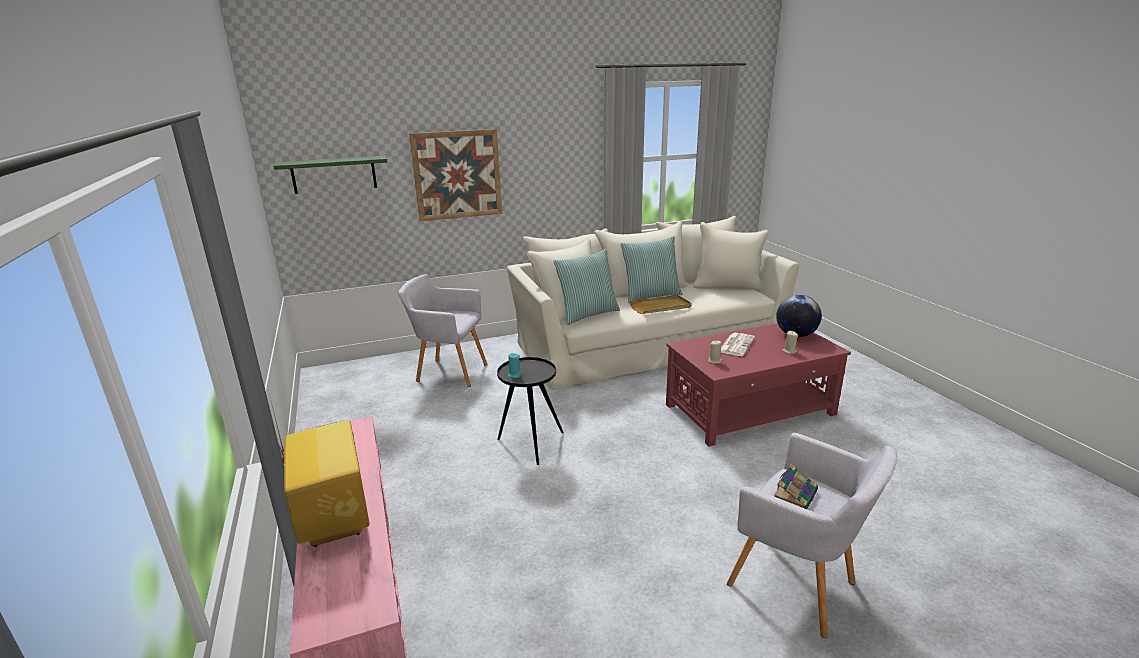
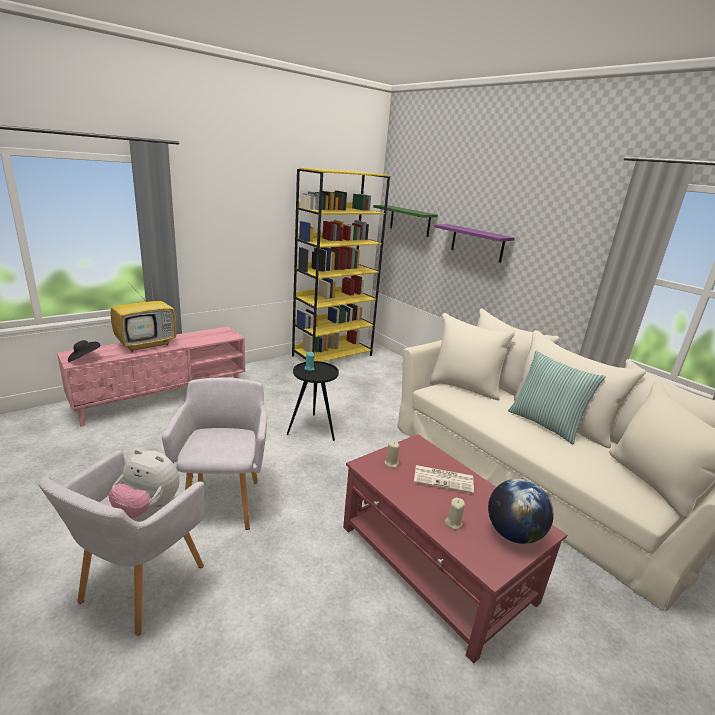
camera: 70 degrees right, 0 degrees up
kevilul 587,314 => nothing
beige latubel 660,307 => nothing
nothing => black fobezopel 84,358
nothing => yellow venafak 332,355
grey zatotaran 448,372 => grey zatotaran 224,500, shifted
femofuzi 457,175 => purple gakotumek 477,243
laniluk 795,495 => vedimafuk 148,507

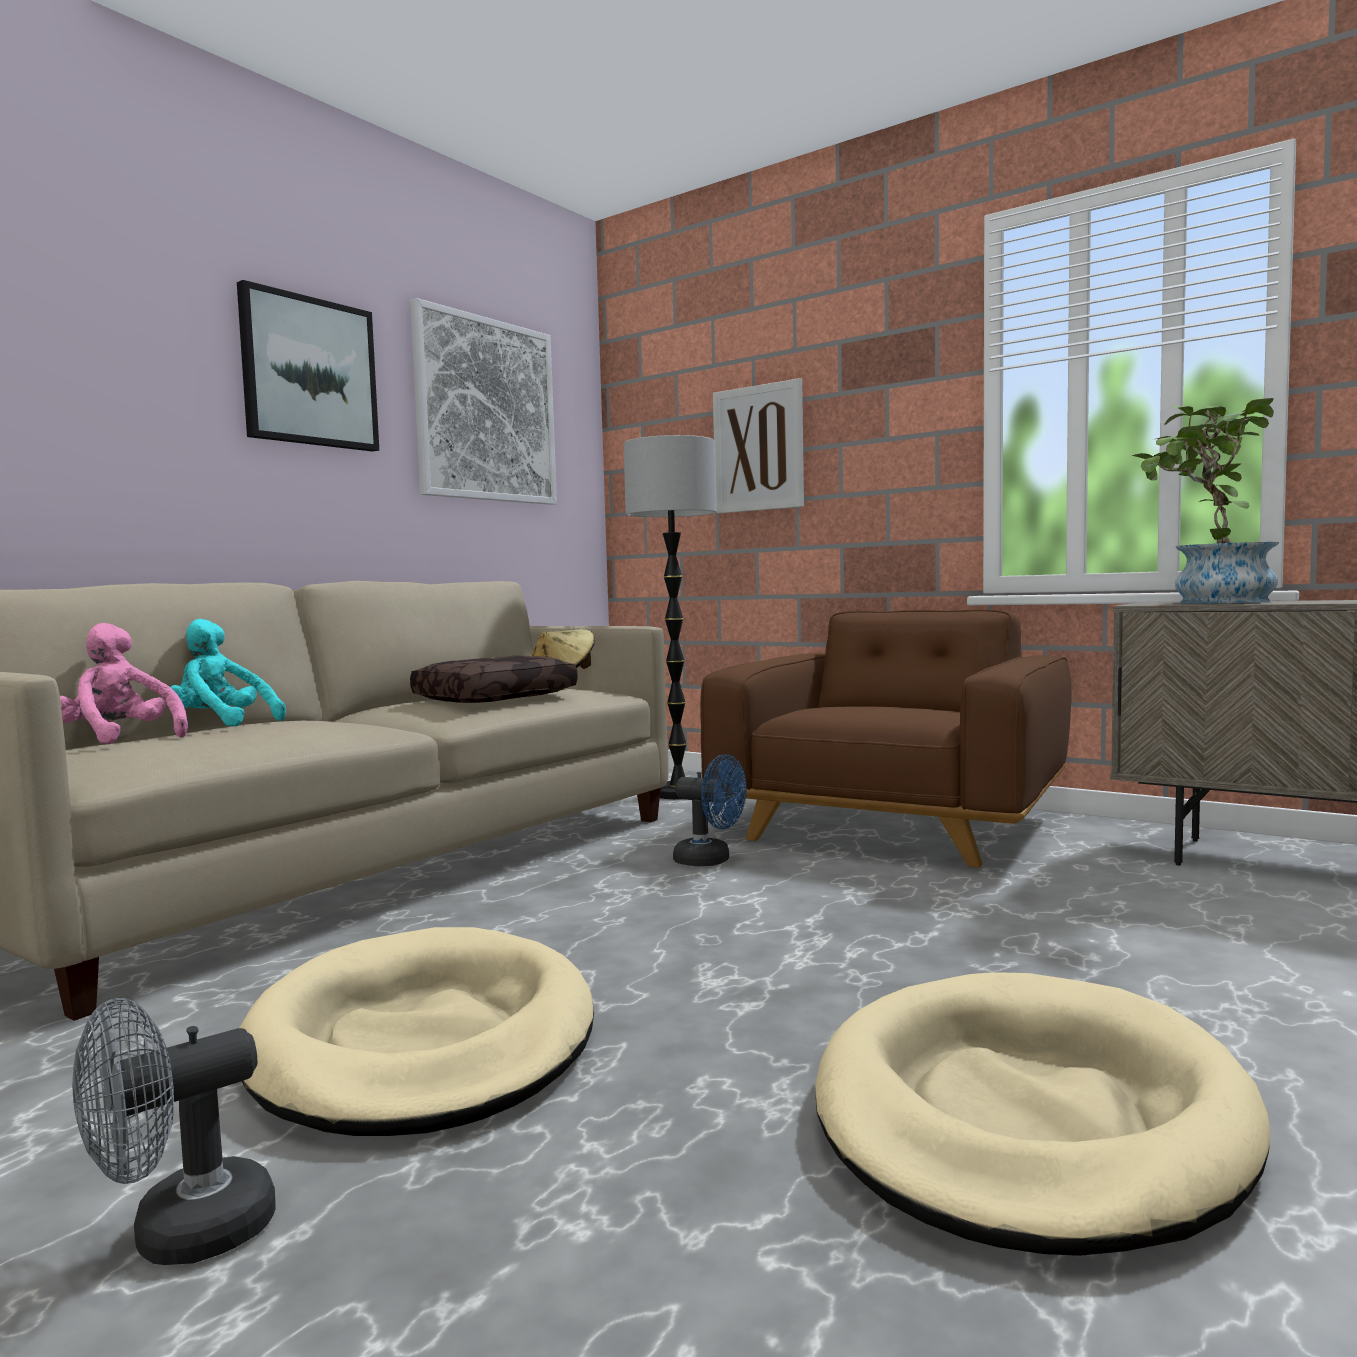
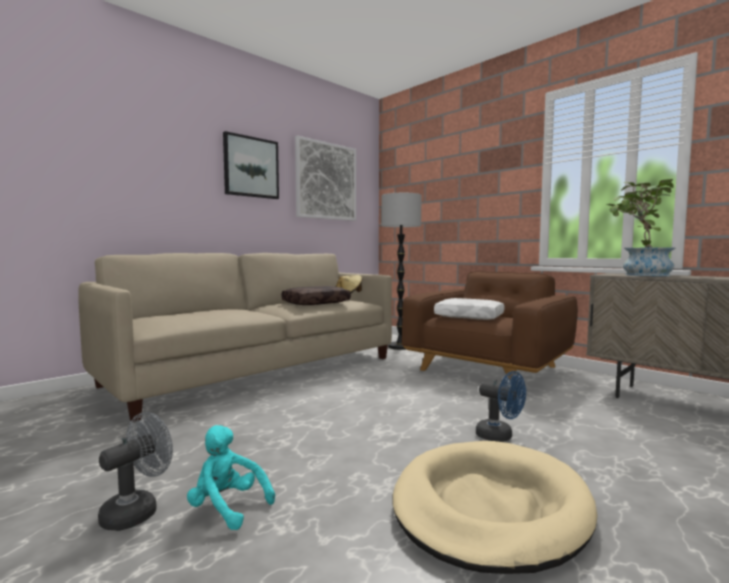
camera: 10 degrees right, 0 degrees up
pink vedimafuk 120,739 => nothing
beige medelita 422,1041 => nothing
femofuzi 758,448 => nothing
nothing => white kevilul 470,317
turquoise vedimafuk 221,724 => turquoise vedimafuk 227,507, shifted
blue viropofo 710,861 => blue viropofo 500,436, shifted
grey viropofo 181,1235 => grey viropofo 137,510, 150 degrees clockwise

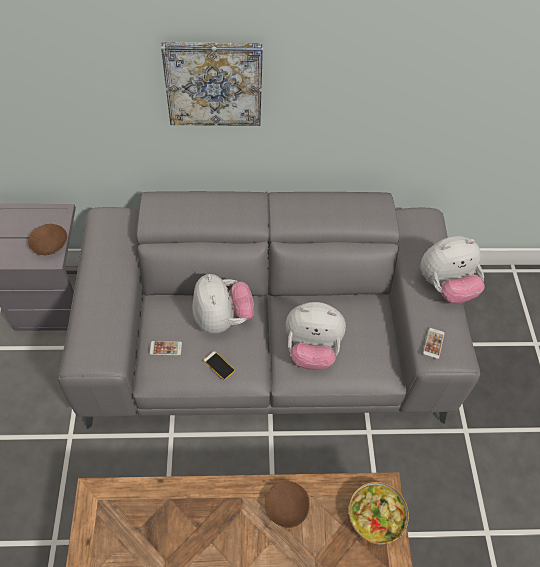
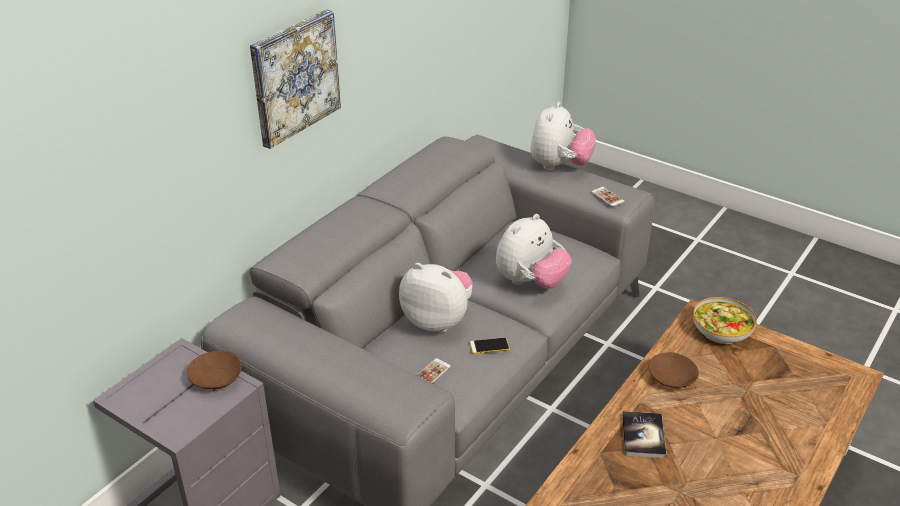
camera: 50 degrees left, 20 degrees down
nothing => laniluk 643,435

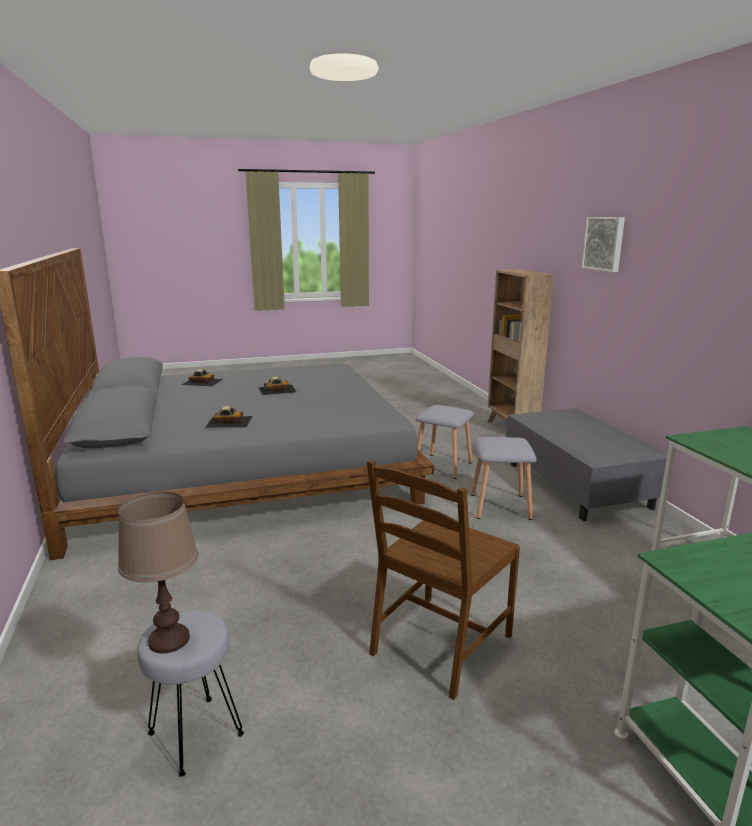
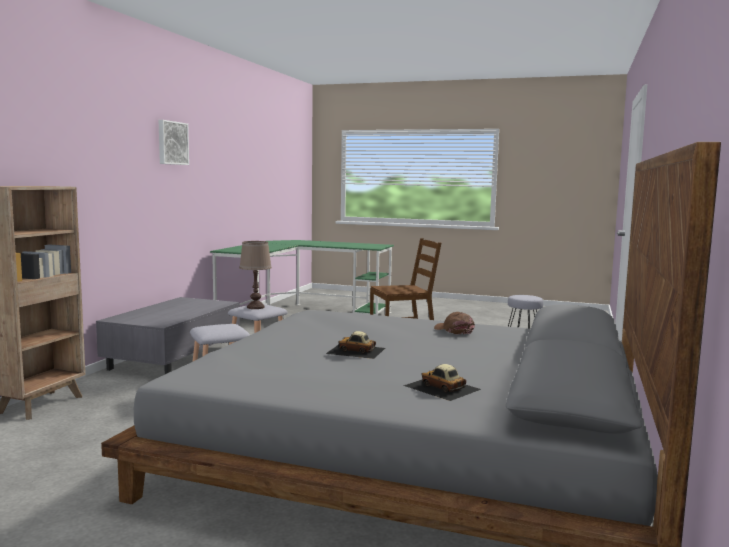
camera: 145 degrees left, 10 degrees down
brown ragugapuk 169,640 => brown ragugapuk 255,307, shifted
femofuzi 604,243 => femofuzi 172,143, shifted
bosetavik 229,421 => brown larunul 454,330

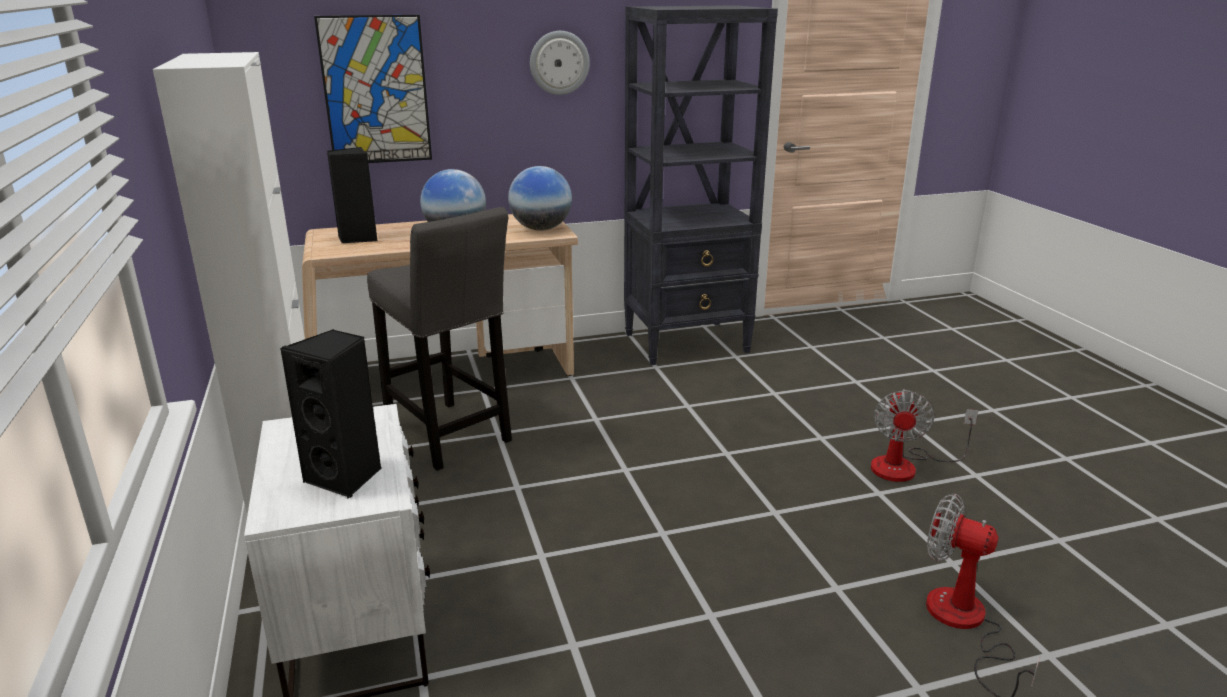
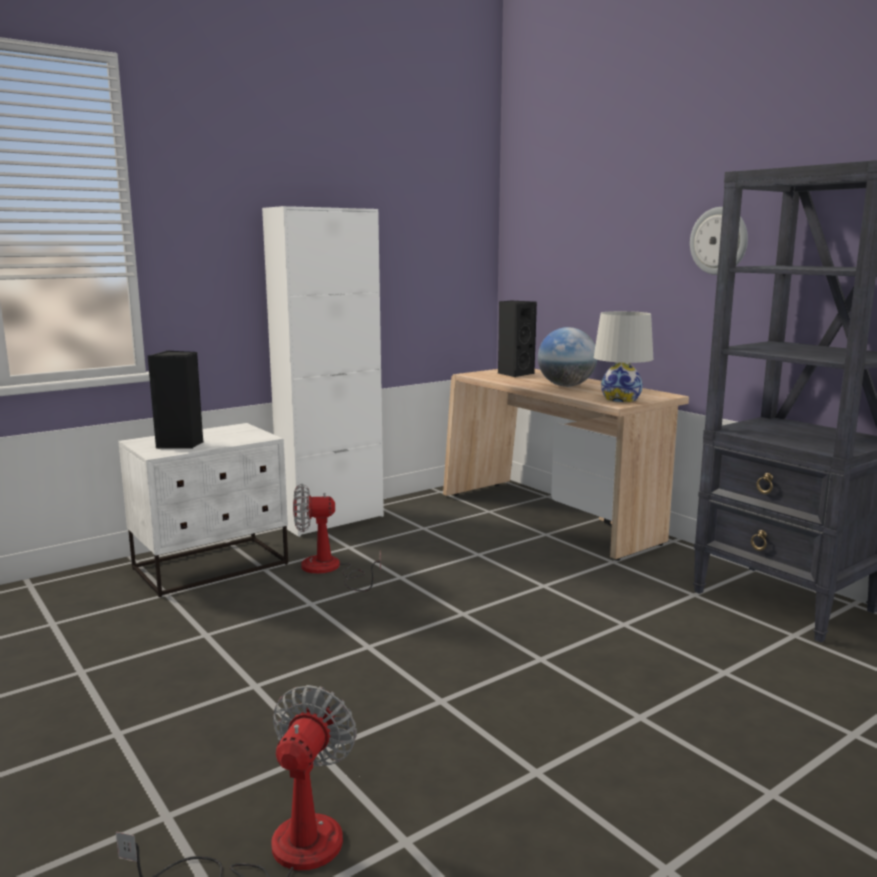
camera: 70 degrees right, 10 degrees down
femofuzi 375,90 => nothing
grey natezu 449,437 => nothing
viropofo 906,466 => viropofo 329,570, shifted
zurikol 541,229 => white ragugapuk 621,399

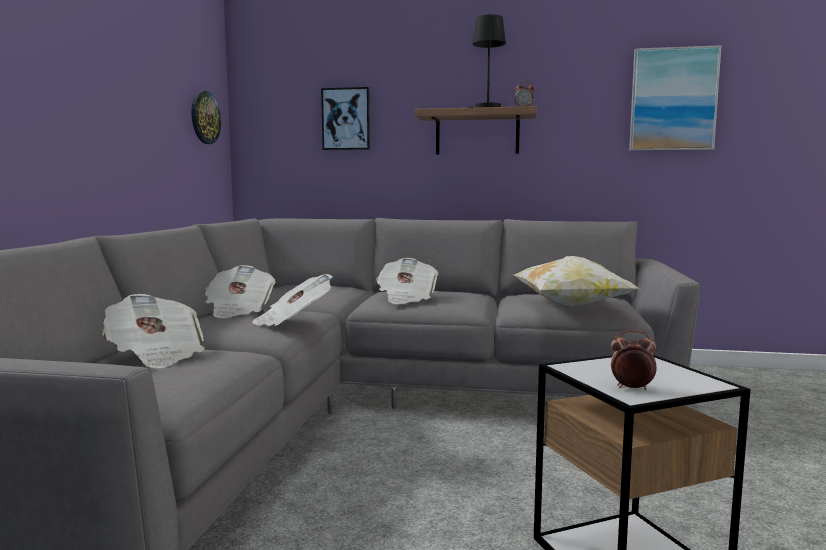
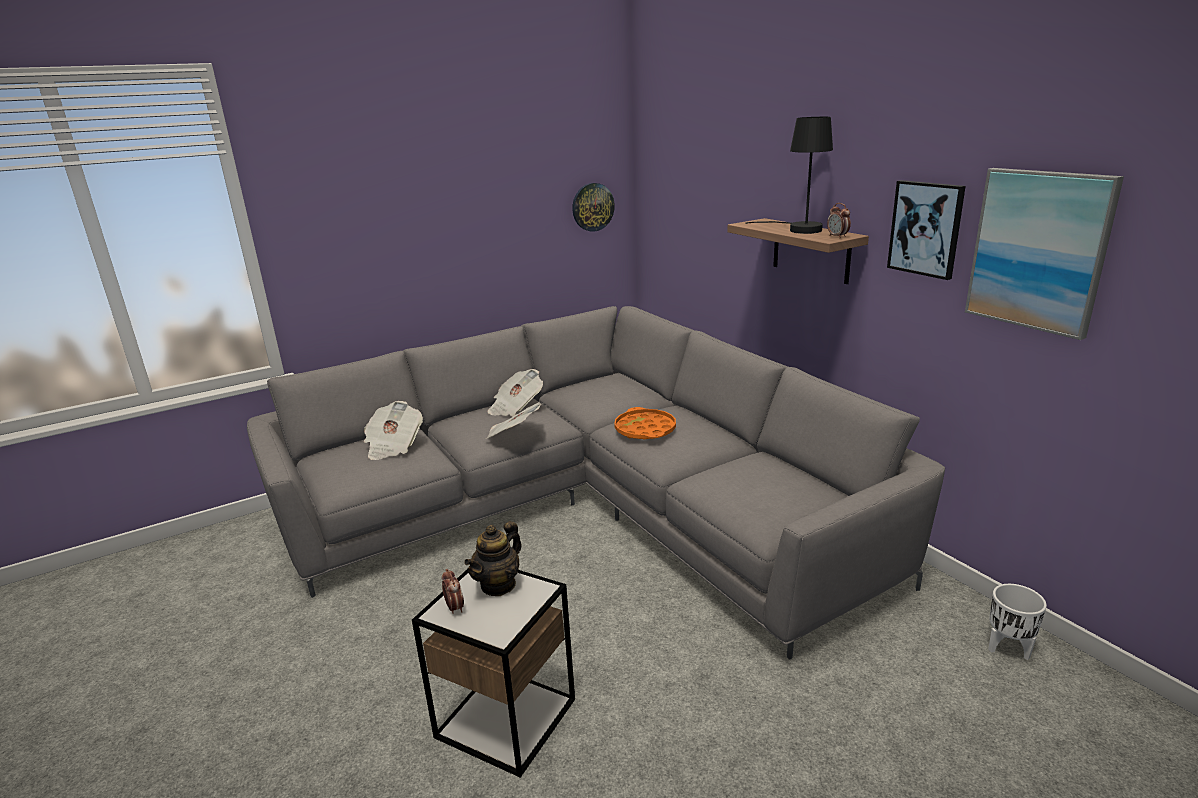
camera: 50 degrees right, 15 degrees up
kevilul 570,306 => nothing
nothing => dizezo 498,585
nothing => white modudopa 1008,648
femofuzi 346,119 => femofuzi 926,228, shifted
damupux 406,298 => orange latubel 645,430

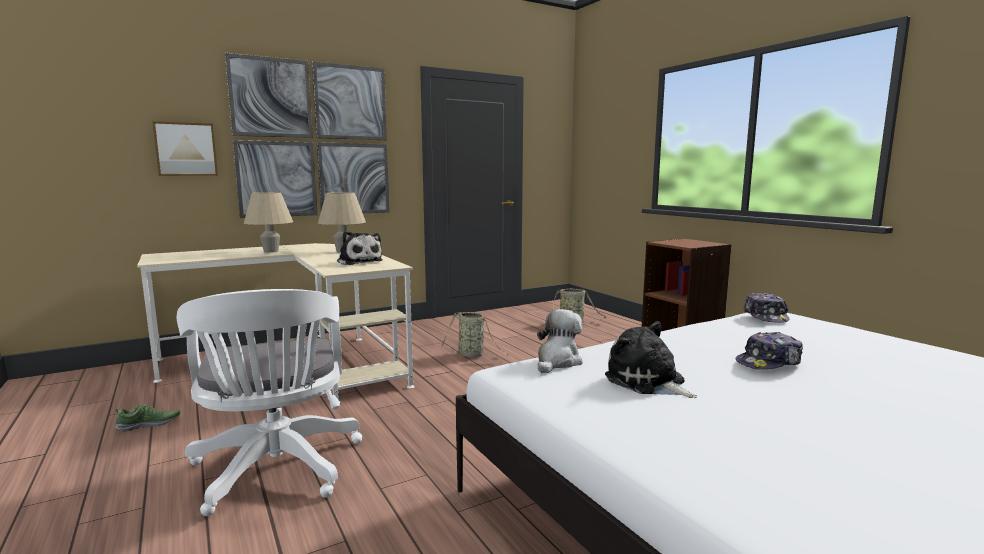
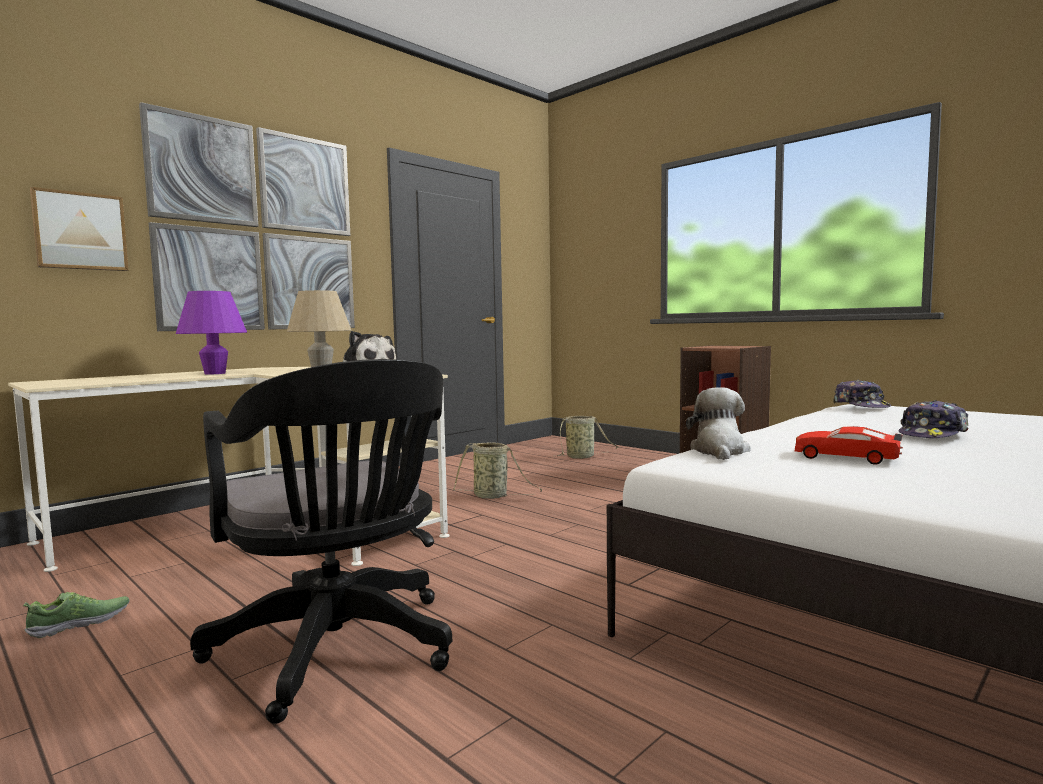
camera: 15 degrees left, 5 degrees down
vedimafuk 647,382 => red bosetavik 846,457
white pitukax 277,471 => black pitukax 339,651
beige ragugapuk 271,251 => purple ragugapuk 215,373

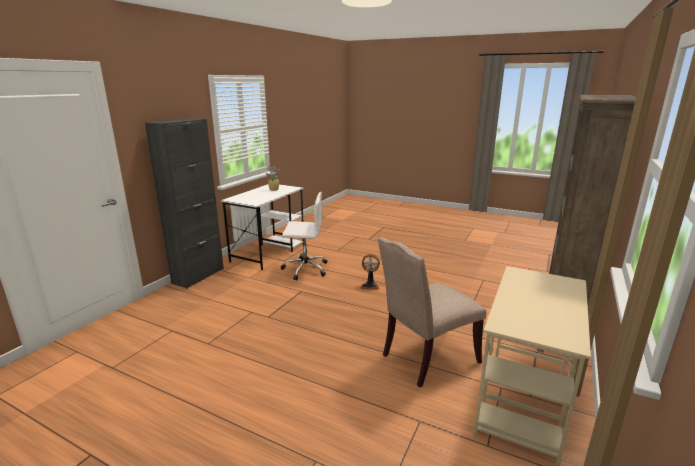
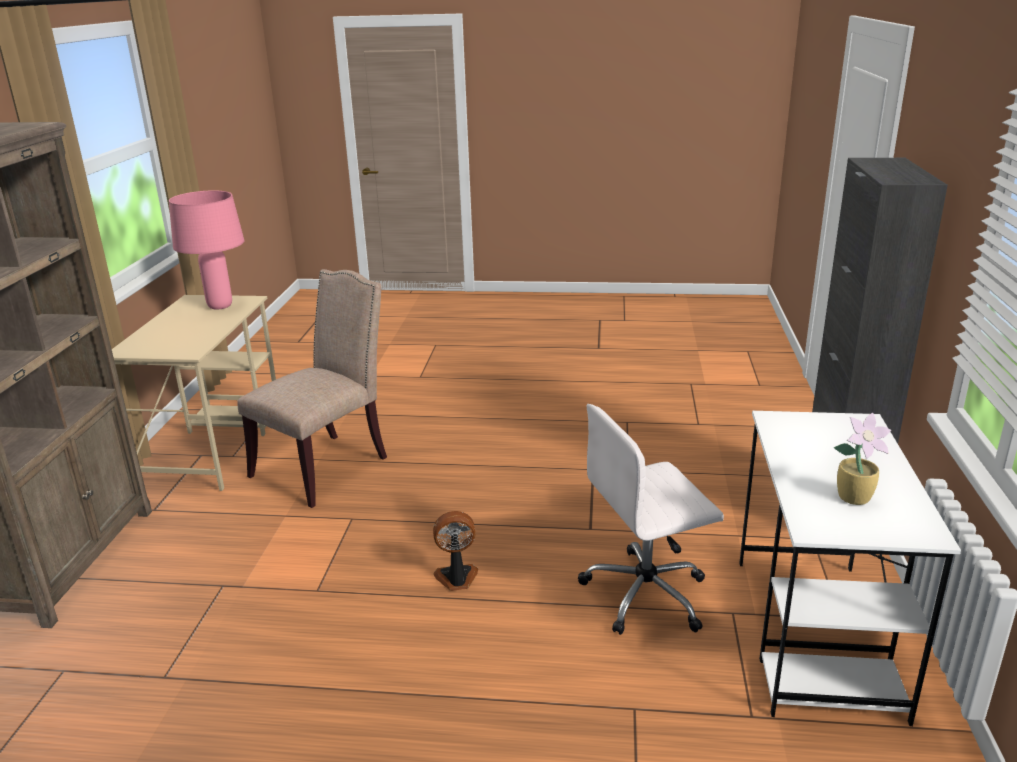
camera: 160 degrees right, 5 degrees up
nothing => pink ragugapuk 219,306

